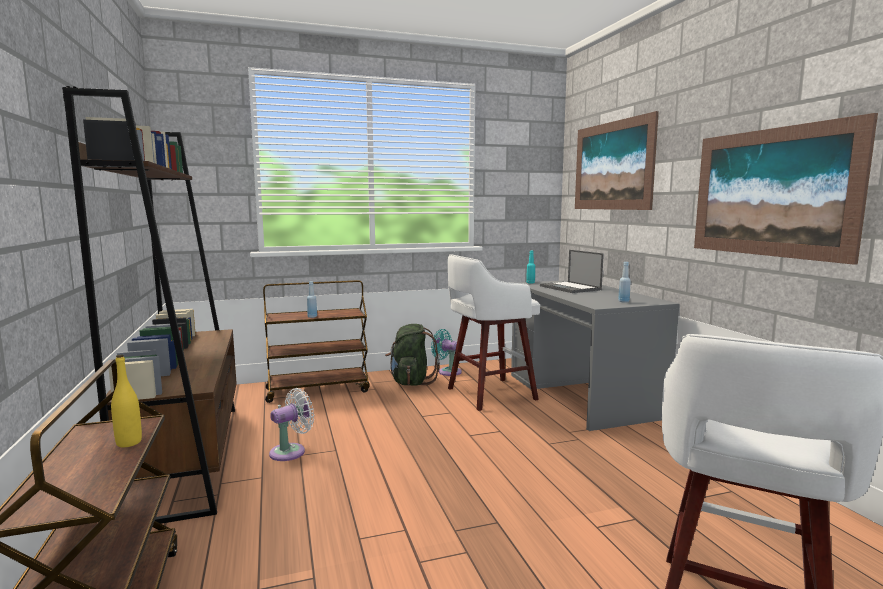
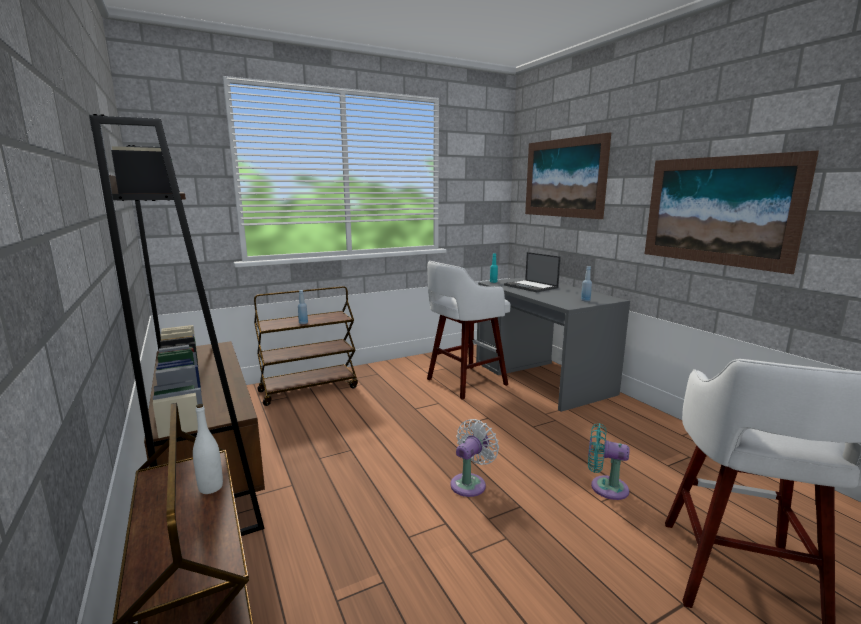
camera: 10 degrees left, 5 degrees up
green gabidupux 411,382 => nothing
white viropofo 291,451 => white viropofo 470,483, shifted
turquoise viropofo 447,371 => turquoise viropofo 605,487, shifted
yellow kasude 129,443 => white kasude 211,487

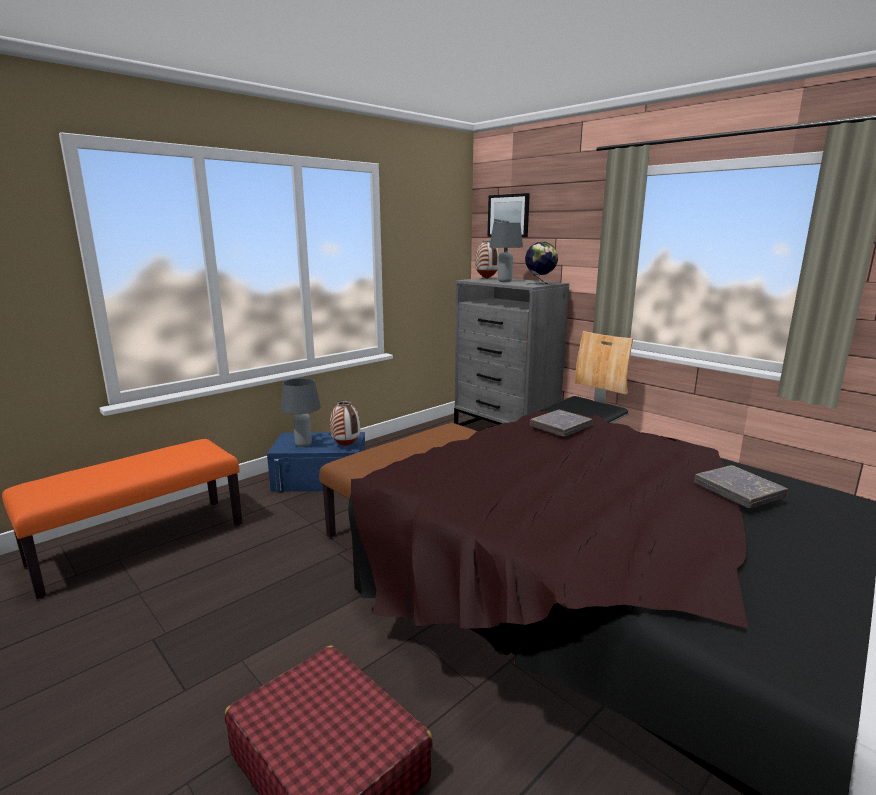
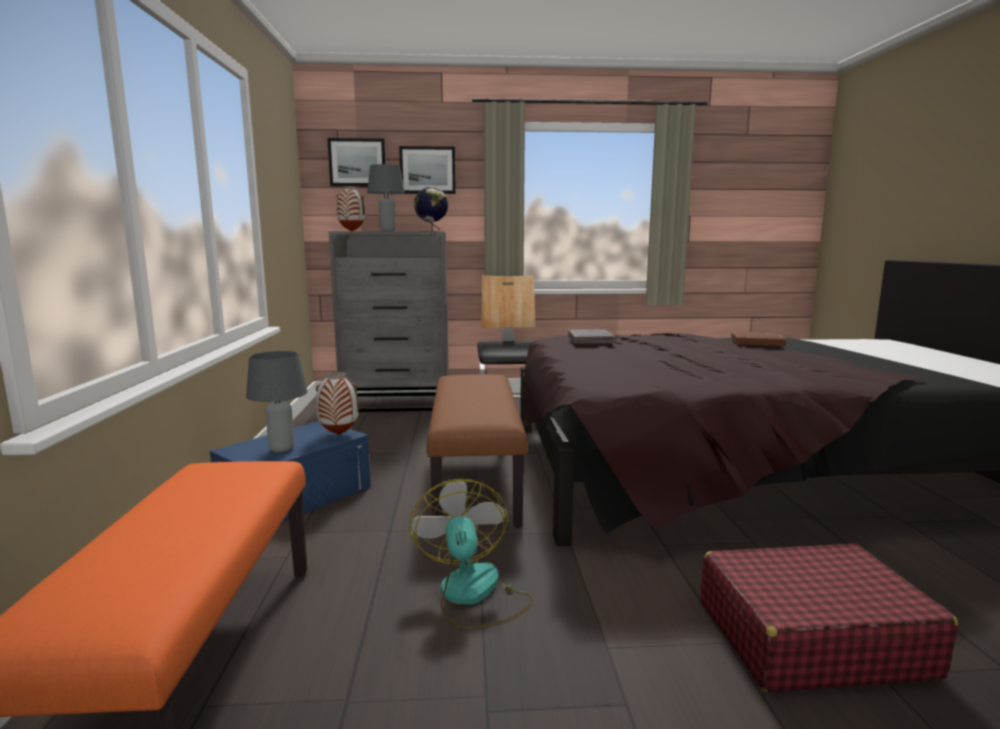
camera: 50 degrees left, 5 degrees down
nothing => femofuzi 427,170
nothing => viropofo 473,595
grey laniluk 738,491 => brown laniluk 757,343

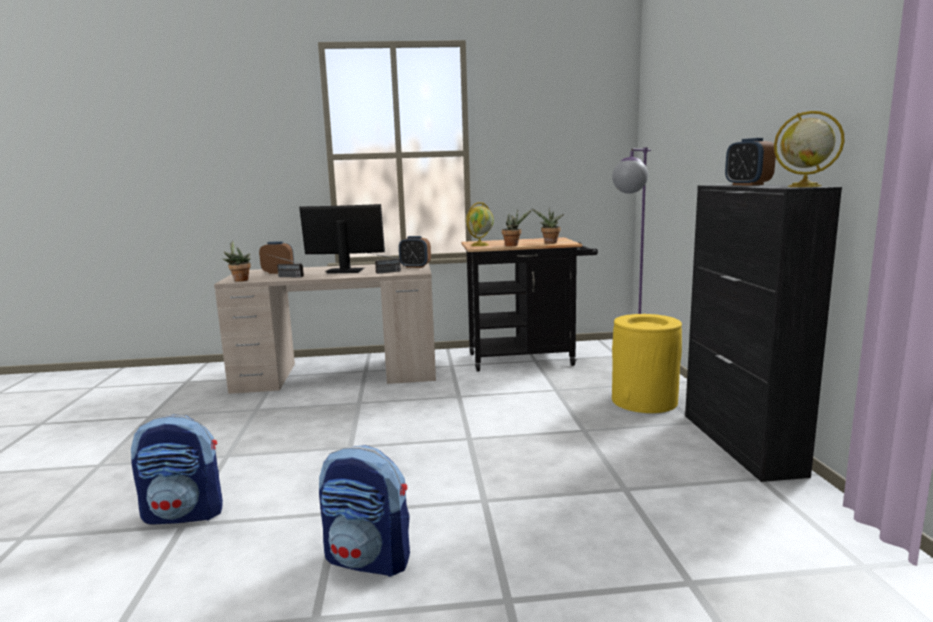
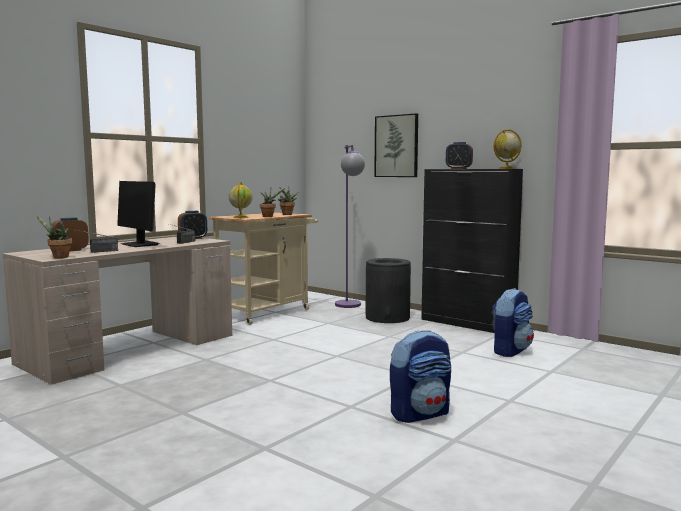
camera: 45 degrees left, 5 degrees down
nothing => femofuzi 396,146
gabidupux 185,513 => gabidupux 510,351, shifted
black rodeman 528,359 => beige rodeman 268,312
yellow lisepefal 644,401 => black lisepefal 387,317
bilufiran 345,271 => bilufiran 140,244, 90 degrees counterclockwise

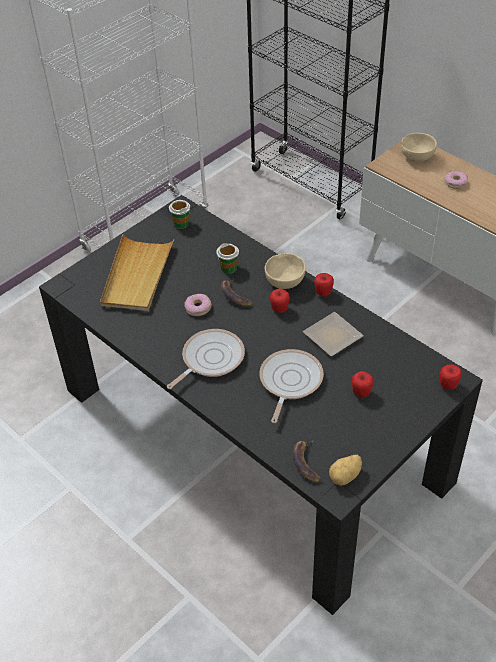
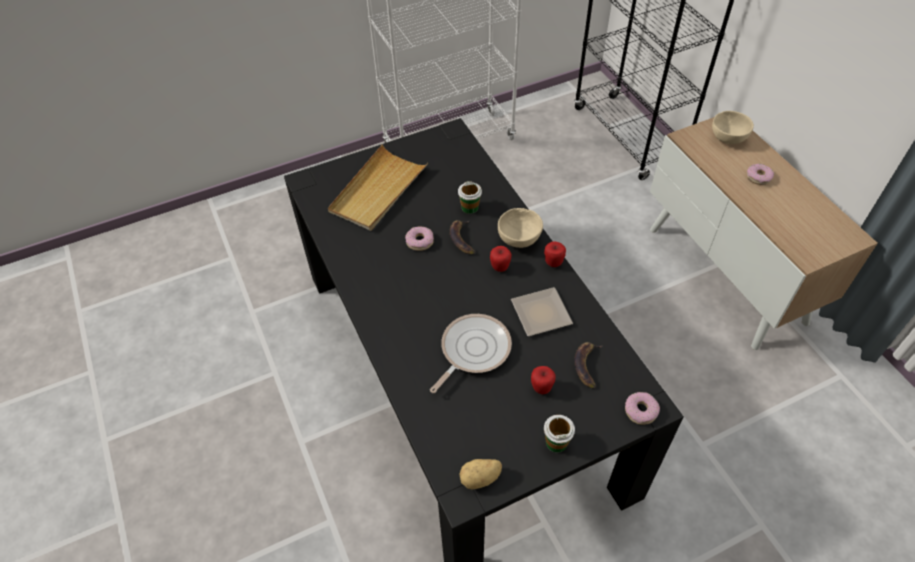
camera: 20 degrees right, 5 degrees up
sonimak 210,359 => nothing
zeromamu 181,223 => zeromamu 556,442, shifted
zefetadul 306,463 => zefetadul 587,365, shifted
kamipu 448,385 => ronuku 641,411

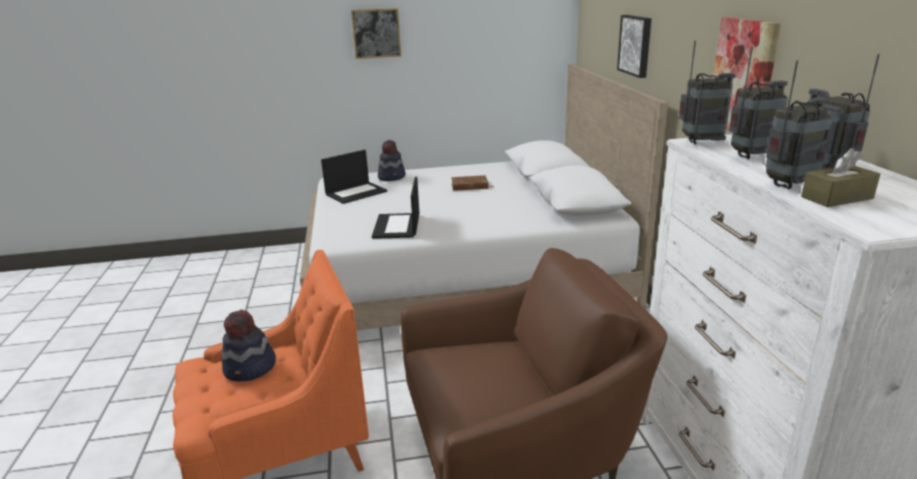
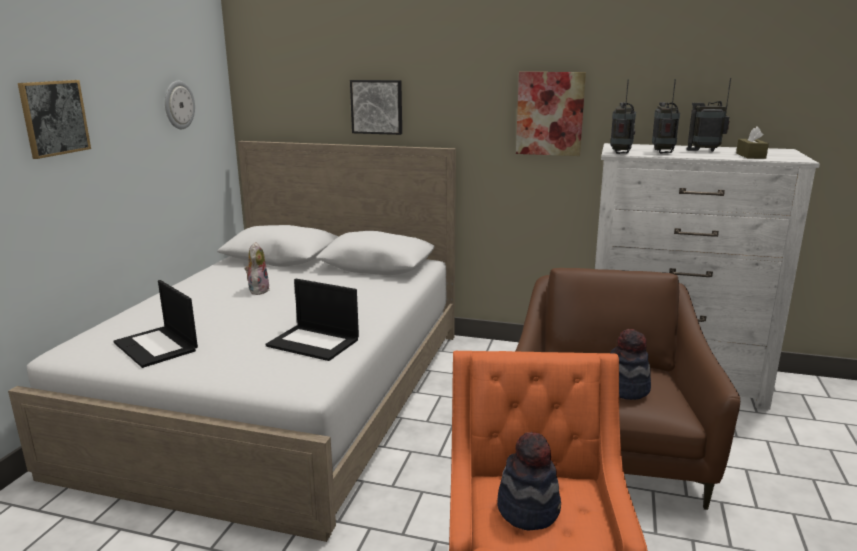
camera: 65 degrees left, 5 degrees down
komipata 789,185 => nothing
nothing => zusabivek 178,105
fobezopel 392,177 => fobezopel 625,388, shifted
brown laniluk 470,186 => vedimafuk 258,290
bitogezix 356,192 => bitogezix 157,346, 150 degrees clockwise

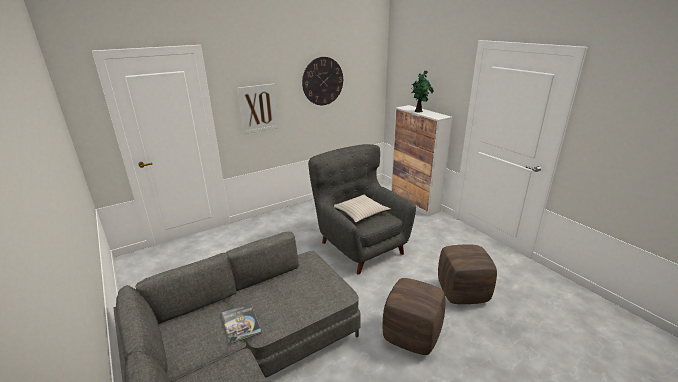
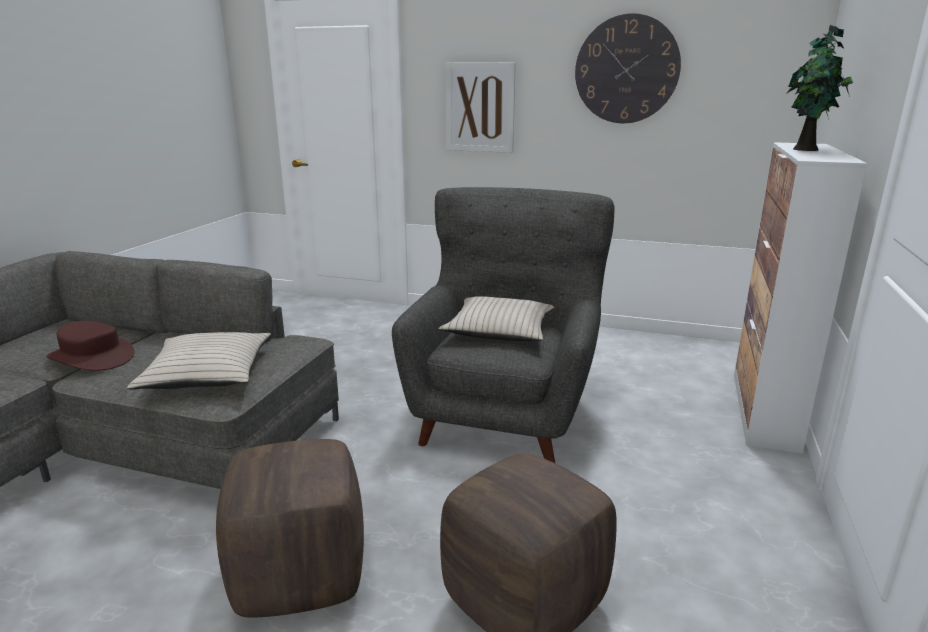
camera: 50 degrees right, 5 degrees down
nothing => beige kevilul 207,374
laniluk 241,323 => brown fobezopel 92,357

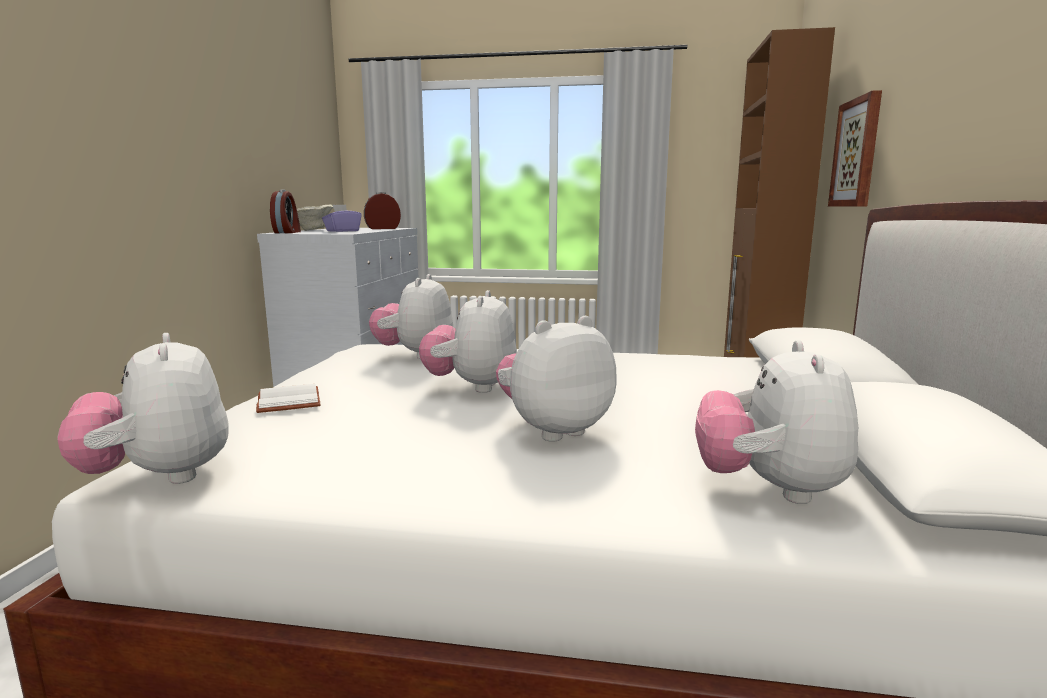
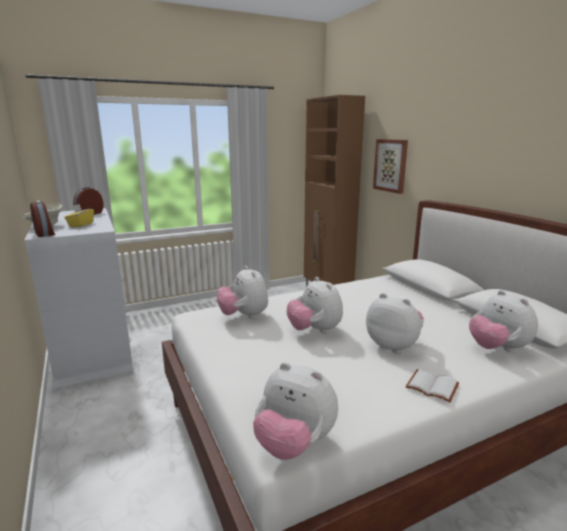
camera: 35 degrees left, 5 degrees up
white laniluk 286,401 => white laniluk 431,387, shifted
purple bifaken 342,231 => yellow bifaken 81,224
vedimafuk 553,430 => vedimafuk 393,346, 105 degrees clockwise

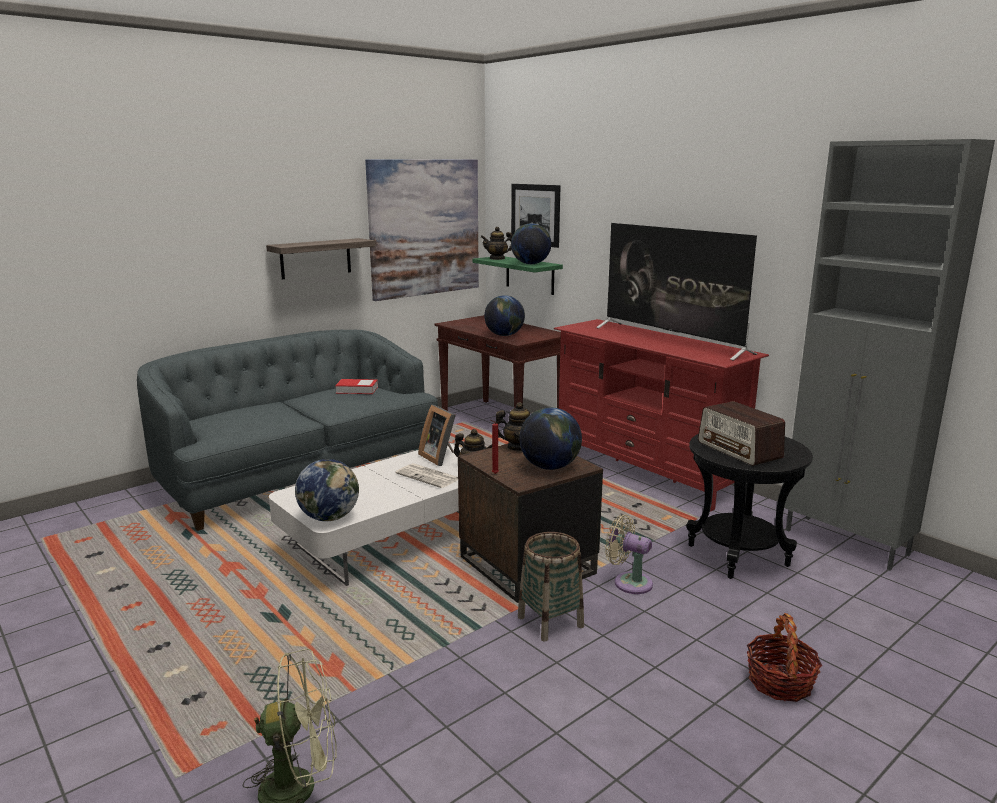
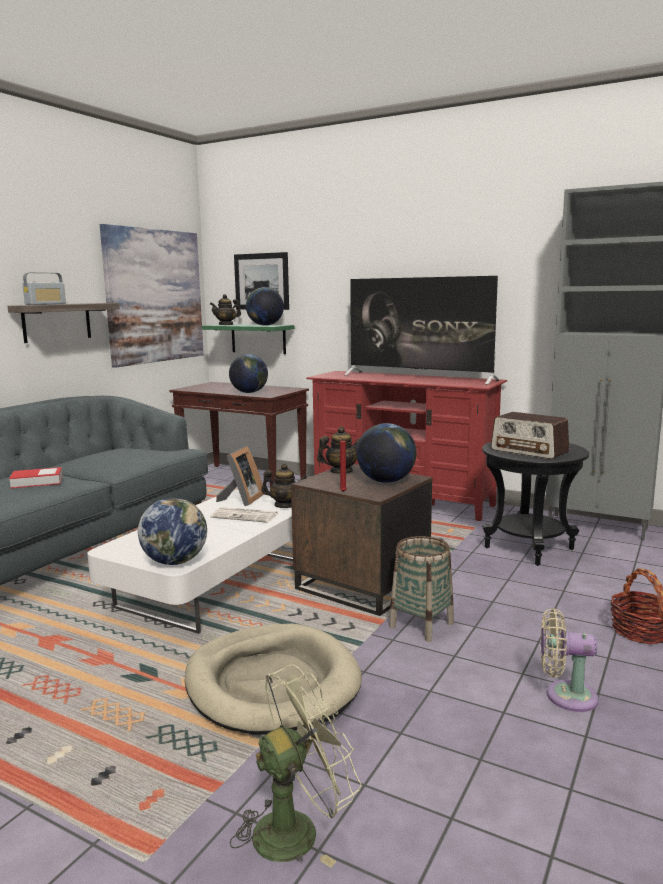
camera: 20 degrees left, 5 degrees down
nothing => komipata 45,304
nothing => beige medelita 272,683
laniluk 357,390 => laniluk 37,482, shifted
beige viropofo 629,582 => beige viropofo 565,696, shifted
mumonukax 440,457 => mumonukax 241,500, 105 degrees counterclockwise

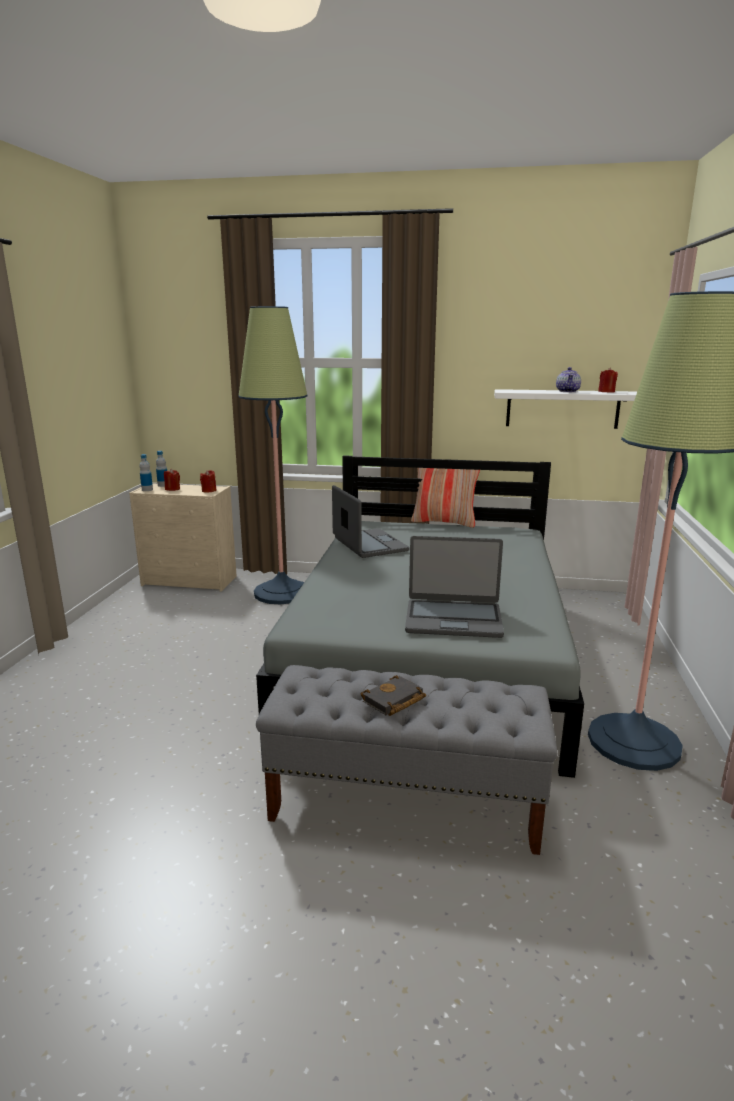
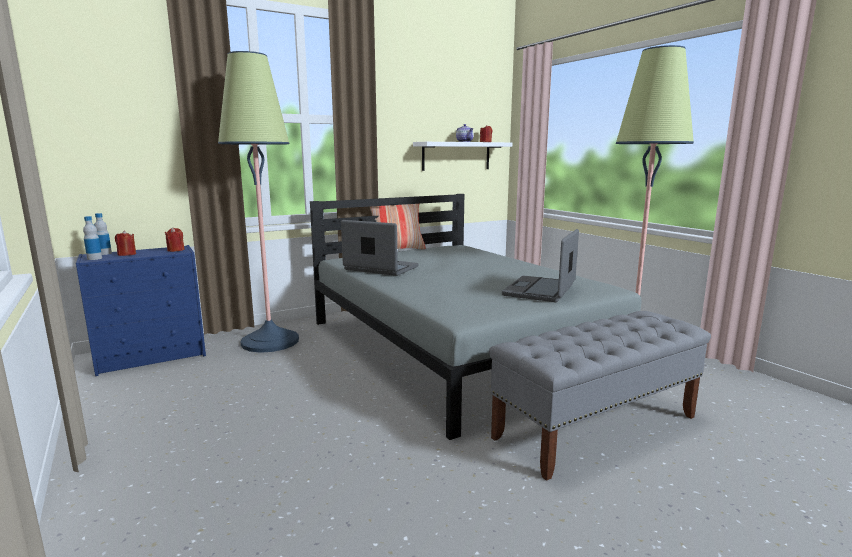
camera: 40 degrees left, 5 degrees down
black laniluk 393,701 => nothing
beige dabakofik 190,581 => blue dabakofik 153,357
bitogezix 453,619 => bitogezix 540,290, 150 degrees clockwise

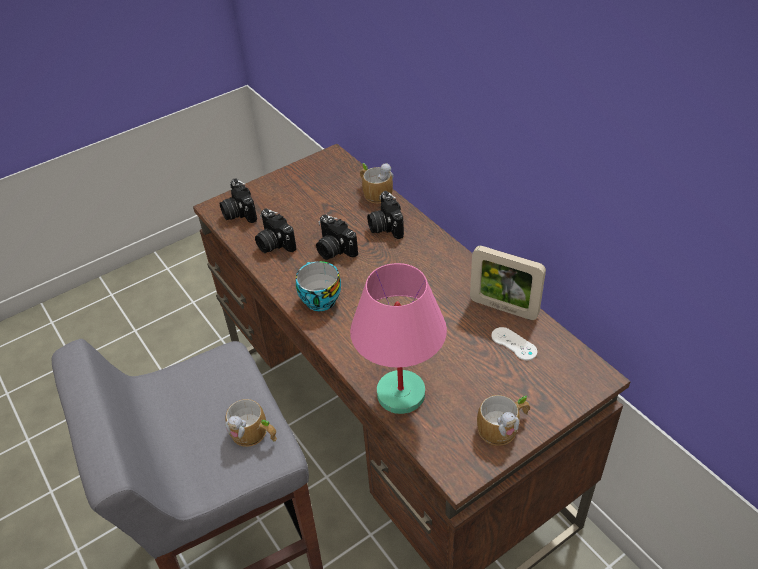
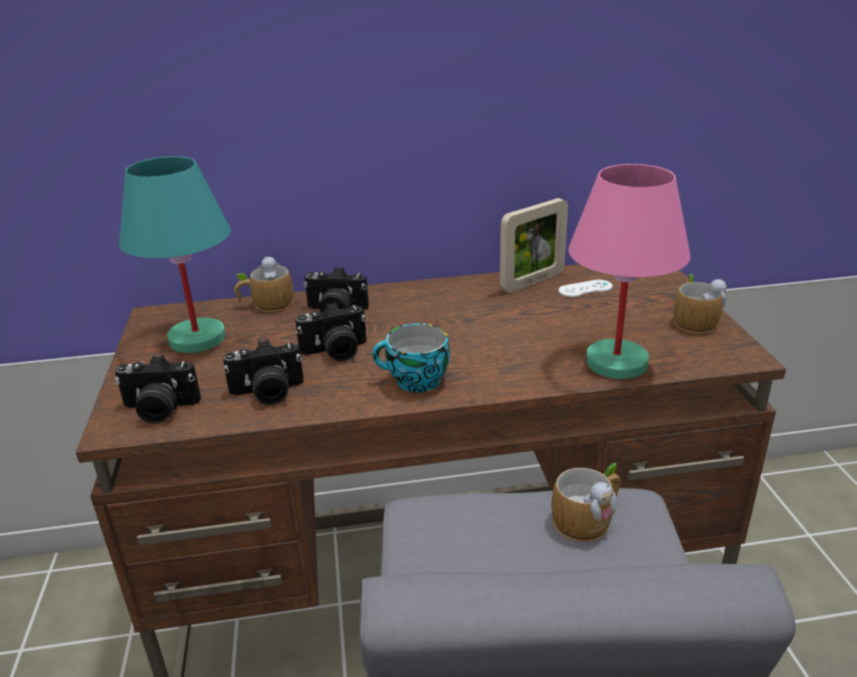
camera: 65 degrees left, 15 degrees down
nothing => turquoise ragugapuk 197,338

